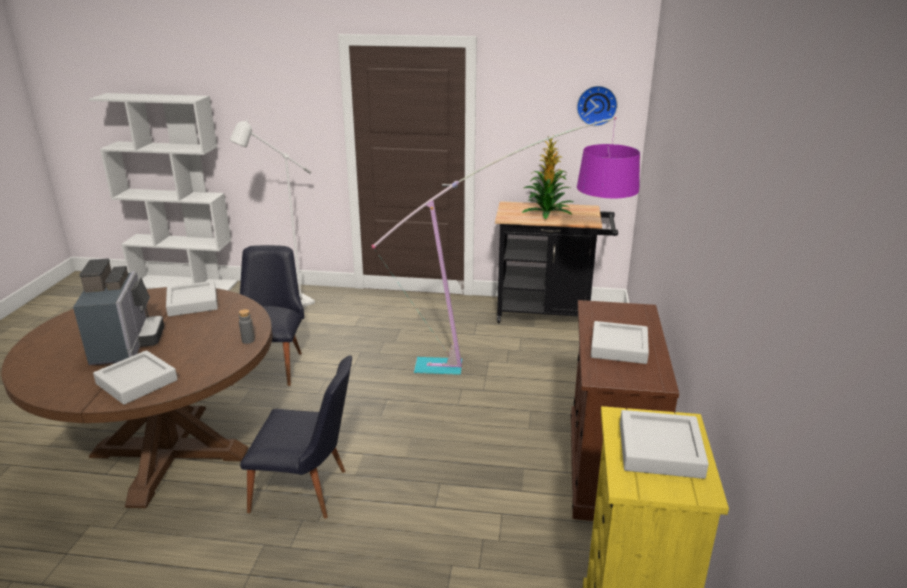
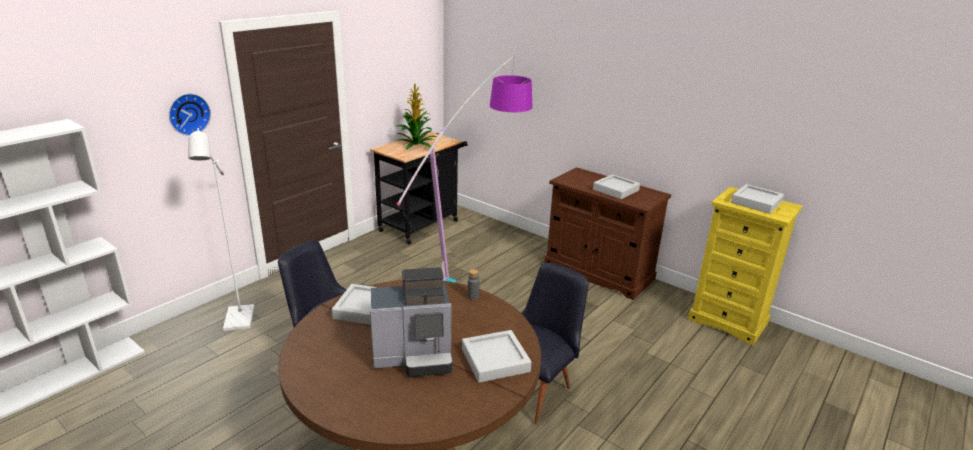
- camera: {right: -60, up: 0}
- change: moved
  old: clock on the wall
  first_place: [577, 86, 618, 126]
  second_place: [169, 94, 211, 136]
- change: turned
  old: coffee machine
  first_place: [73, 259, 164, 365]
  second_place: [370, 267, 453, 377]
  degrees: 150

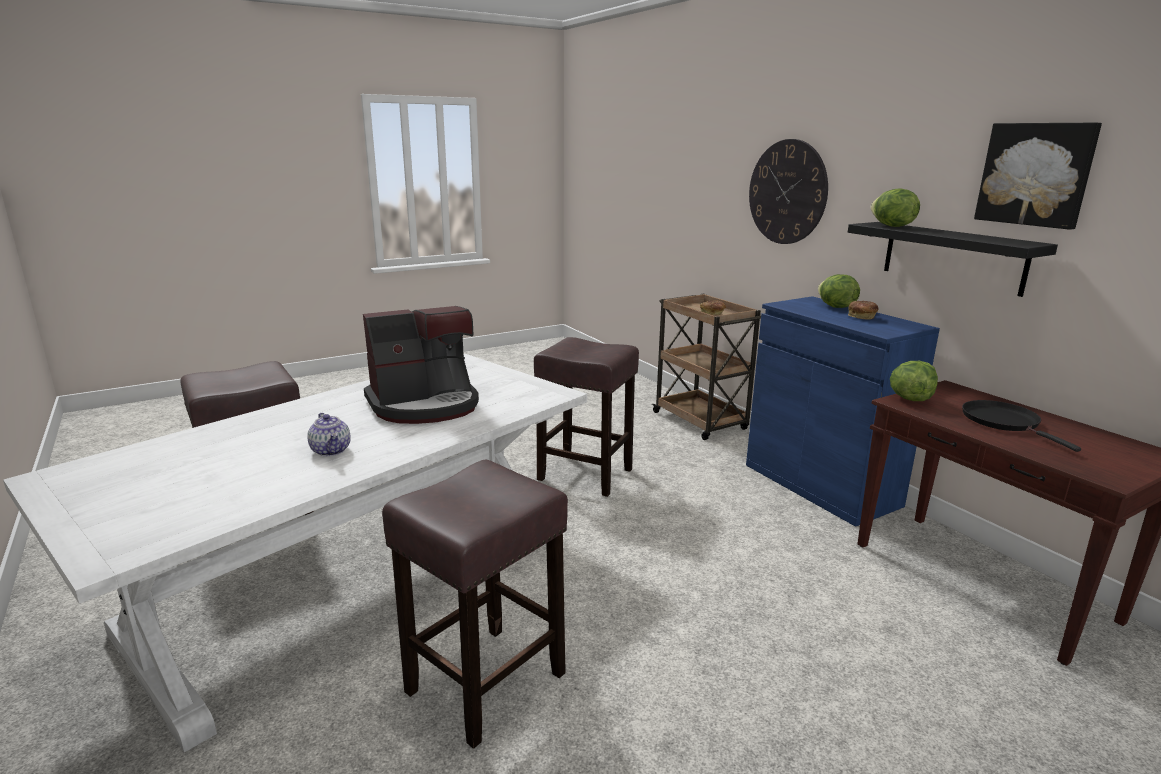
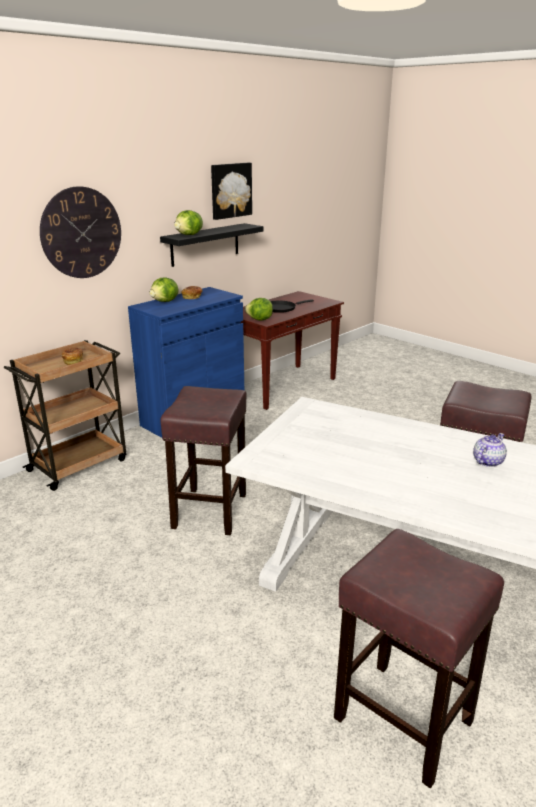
- camera: {right: -105, up: 5}
- change: removed
  old: coffee machine
  first_place: [363, 306, 479, 424]

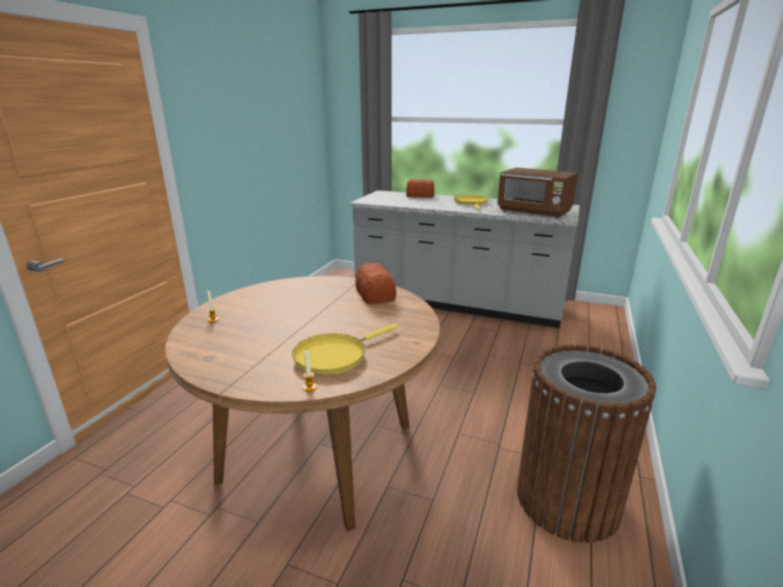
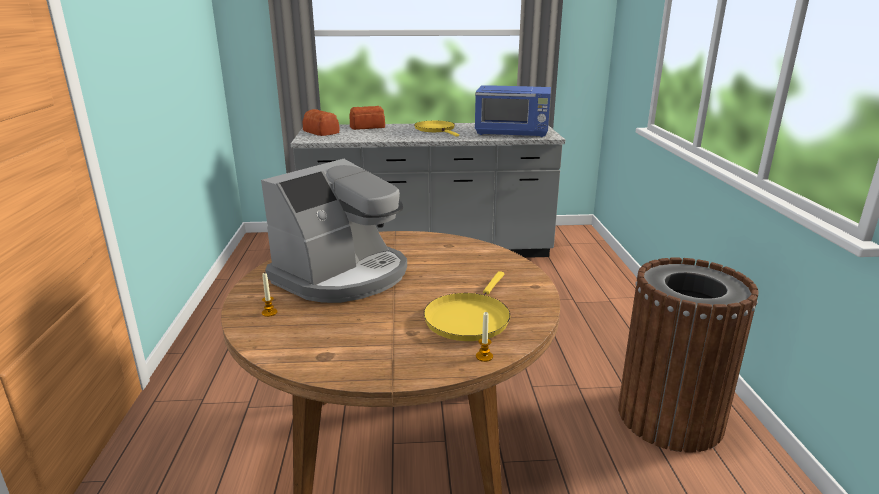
- camera: {right: -25, up: 0}
- change: added
  new: coffee machine
  second_place: [261, 159, 407, 303]
- change: moved
  old: bread
  first_place: [355, 263, 396, 304]
  second_place: [303, 109, 340, 136]
- change: recoloured
  old: brown kitchen microwave
  new: blue kitchen microwave
  first_place: [497, 168, 578, 218]
  second_place: [475, 85, 551, 137]

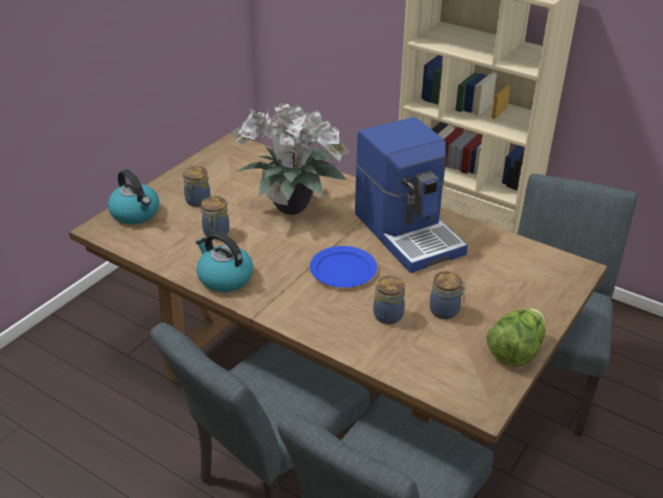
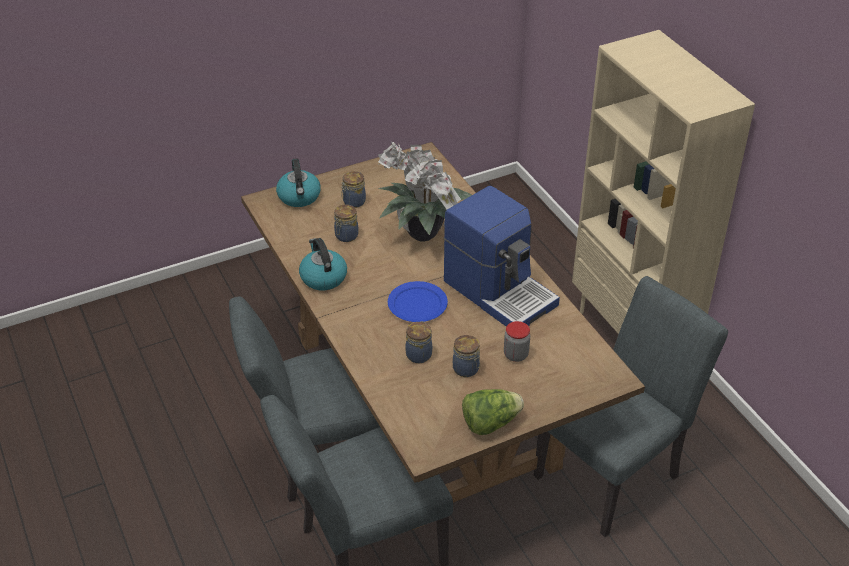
- camera: {right: 30, up: 5}
- change: added
  new: storage jar
  second_place: [504, 321, 530, 362]
- change: turned
  old: coffee machine
  first_place: [355, 117, 468, 273]
  second_place: [444, 186, 560, 327]
  degrees: -45

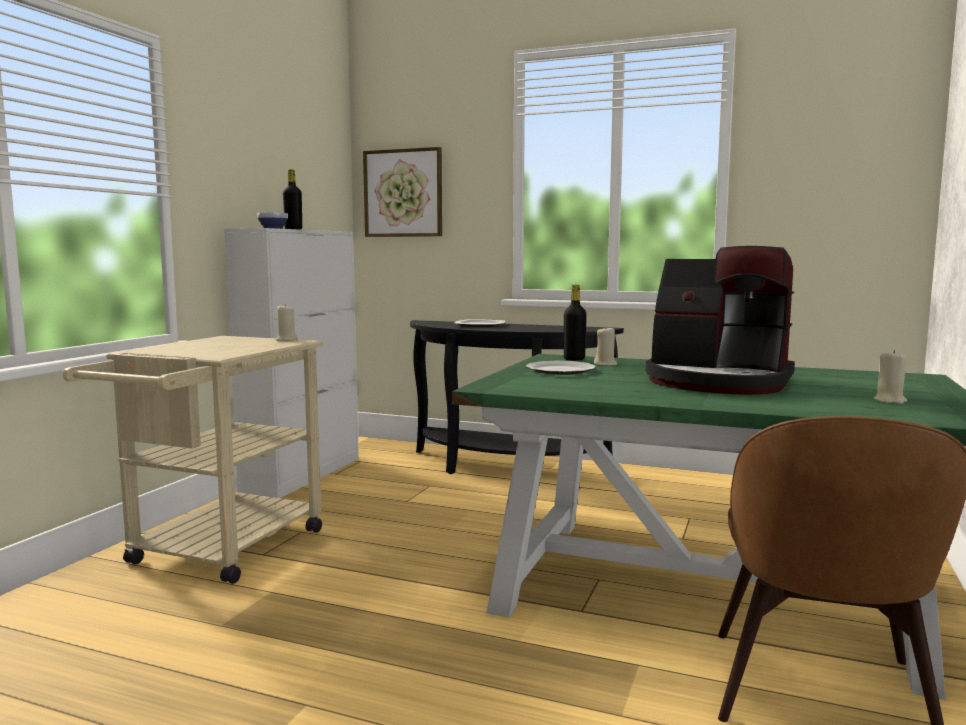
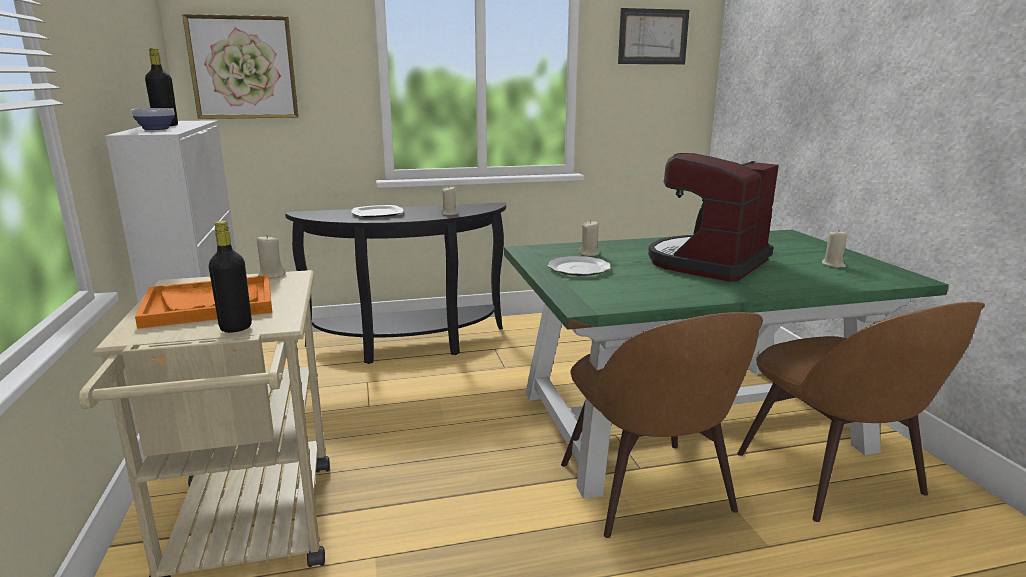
- camera: {right: -35, up: 10}
- change: added
  new: orange tray
  second_place: [135, 275, 272, 329]
- change: added
  new: beige-coloured wax candle
  second_place: [441, 187, 459, 215]
- change: added
  new: brown chair
  second_place: [561, 312, 763, 538]
- change: added
  new: wall art
  second_place: [618, 8, 689, 64]
- change: moved
  old: black-coloured drink bottle
  first_place: [564, 285, 587, 361]
  second_place: [209, 221, 252, 333]
- change: turned
  old: coffee machine
  first_place: [646, 246, 795, 395]
  second_place: [648, 153, 779, 282]
  degrees: 135

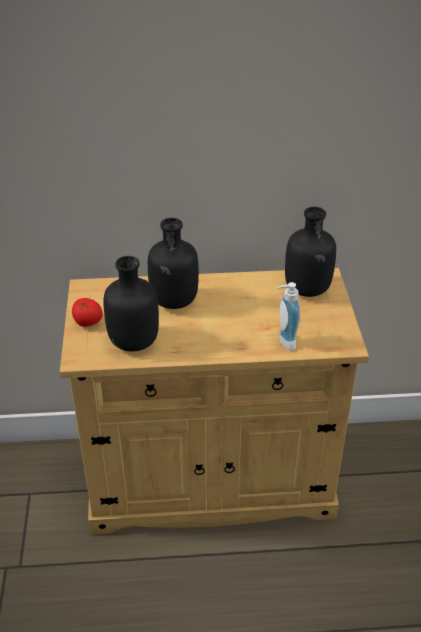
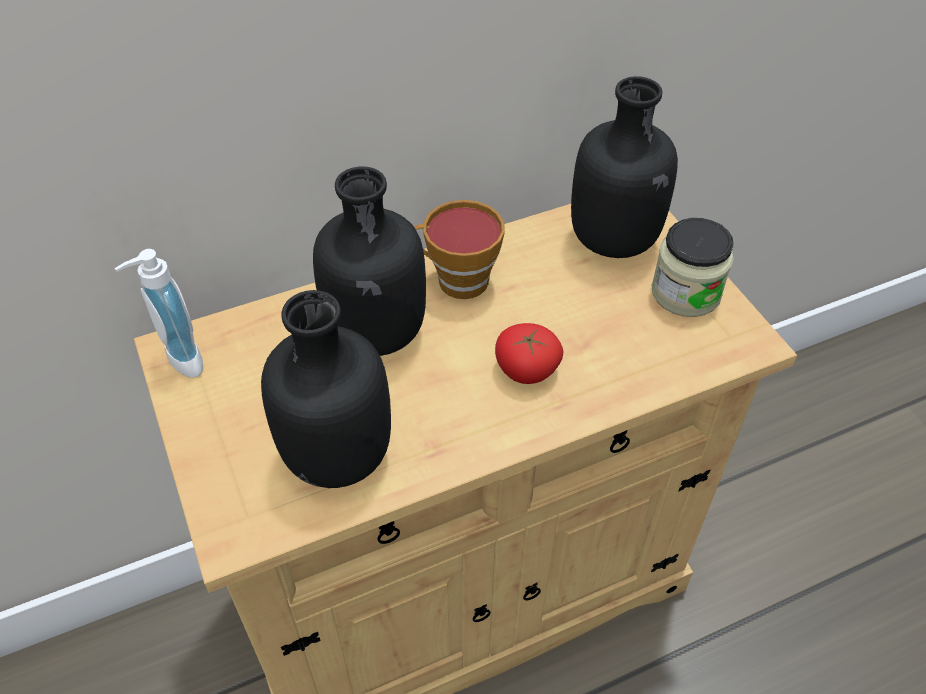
- camera: {right: -20, up: 10}
- change: added
  new: small cup
  second_place: [414, 200, 505, 299]
- change: added
  new: storage jar
  second_place: [652, 218, 734, 317]
- change: moved
  old: fresh tomato
  first_place: [72, 298, 103, 327]
  second_place: [495, 323, 563, 384]
- change: moved
  old: liquid soap bottle
  first_place: [277, 282, 300, 351]
  second_place: [115, 249, 204, 378]

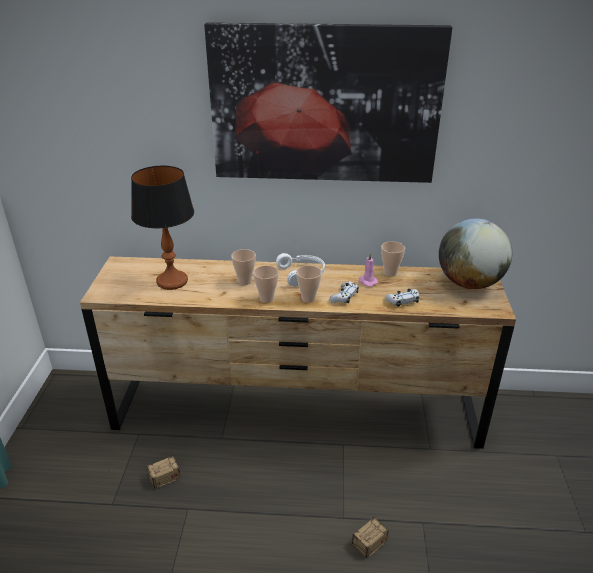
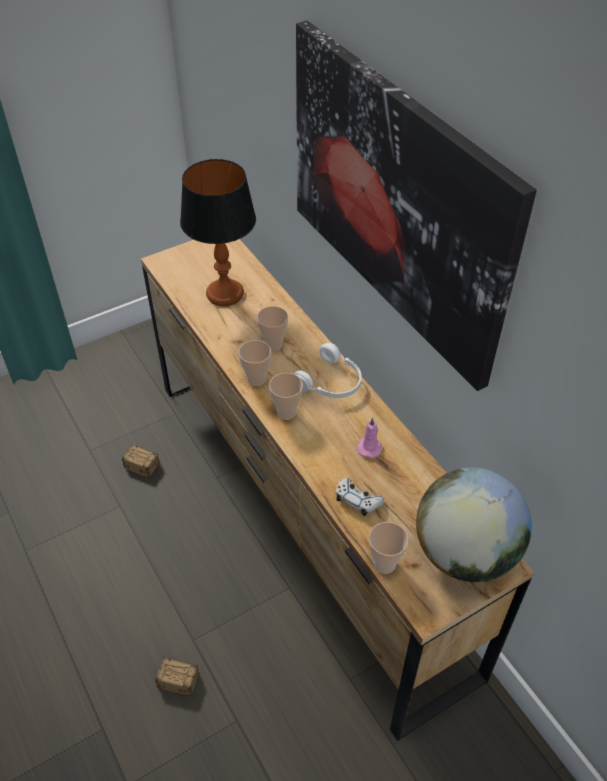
- camera: {right: 55, up: 15}
- change: removed
  old: white game controller
  first_place: [329, 281, 359, 303]
- change: moved
  old: small cup
  first_place: [381, 241, 405, 277]
  second_place: [369, 522, 408, 574]

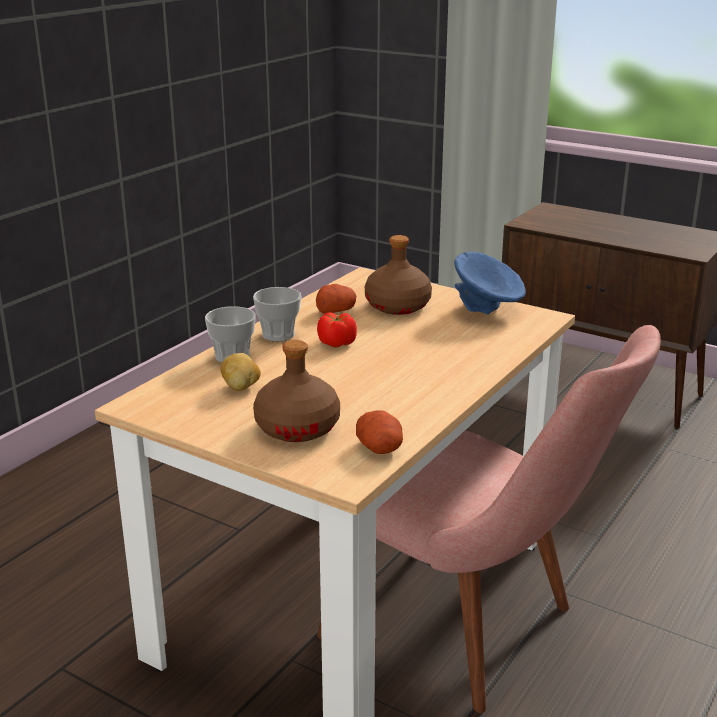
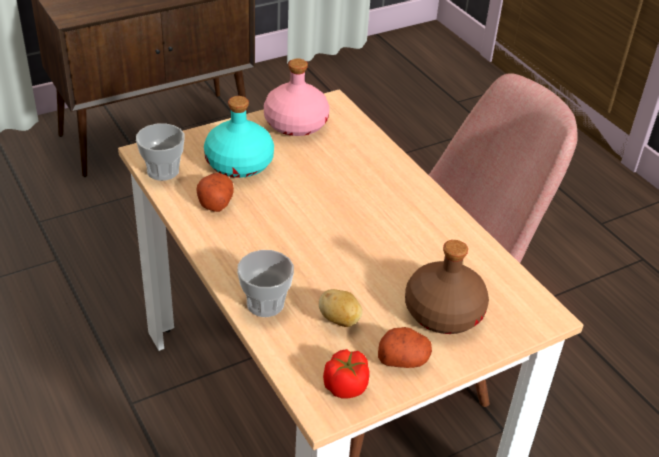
- camera: {right: -65, up: 15}
- change: moved
  old: small cup
  first_place: [253, 287, 301, 342]
  second_place: [136, 123, 184, 181]
- change: moved
  old: fresh tomato
  first_place: [317, 312, 357, 347]
  second_place: [323, 349, 370, 399]
- change: moved
  old: whole potato
  first_place: [356, 410, 403, 454]
  second_place: [378, 327, 432, 368]
- change: replaced
  old: blue serving bowl
  new: pink-coloured drink bottle
  first_place: [454, 252, 526, 314]
  second_place: [264, 58, 329, 136]
- change: recoloured
  old: brown drink bottle
  new: turquoise-coloured drink bottle
  first_place: [365, 235, 432, 315]
  second_place: [204, 96, 274, 178]

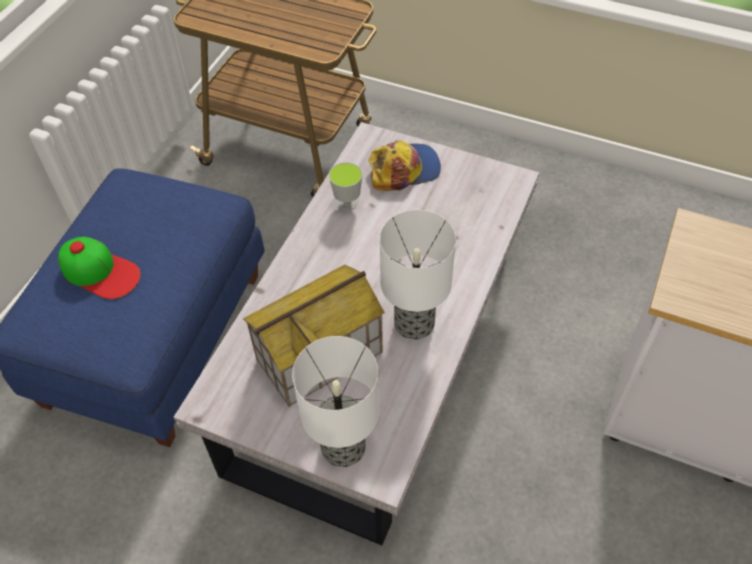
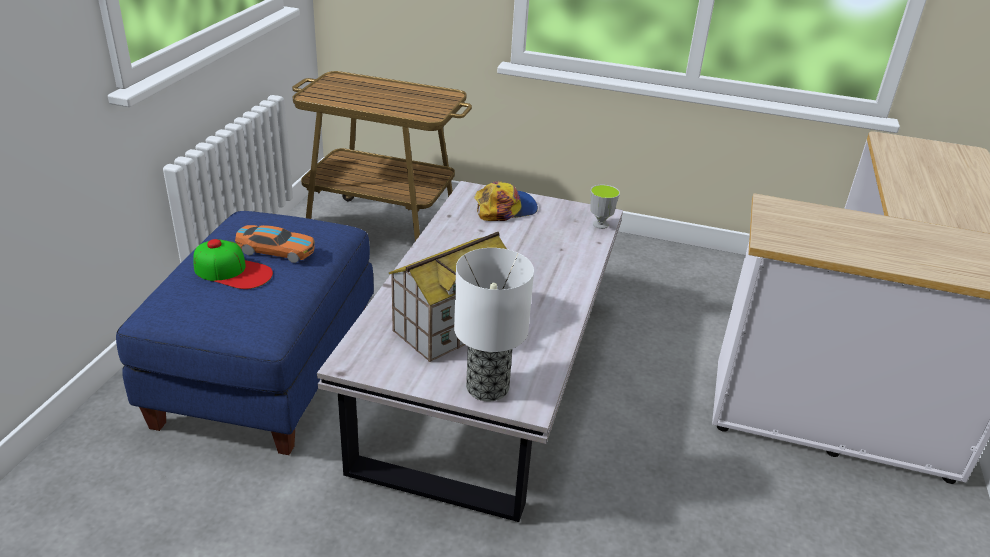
- camera: {right: -10, up: -20}
- change: removed
  old: lamp for a table
  first_place: [380, 210, 456, 340]
- change: added
  new: model car
  second_place: [235, 225, 315, 263]
- change: moved
  old: small cup
  first_place: [329, 162, 362, 211]
  second_place: [591, 185, 620, 229]

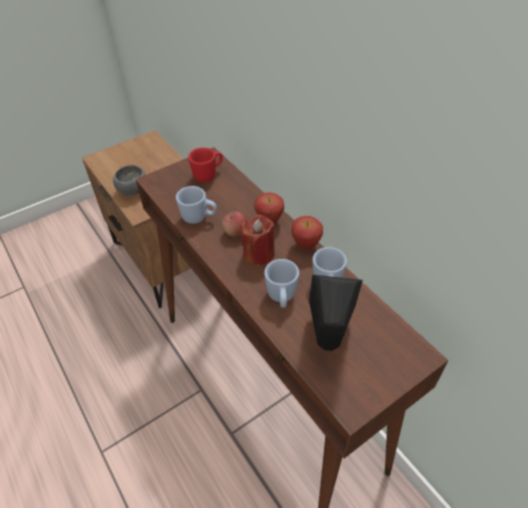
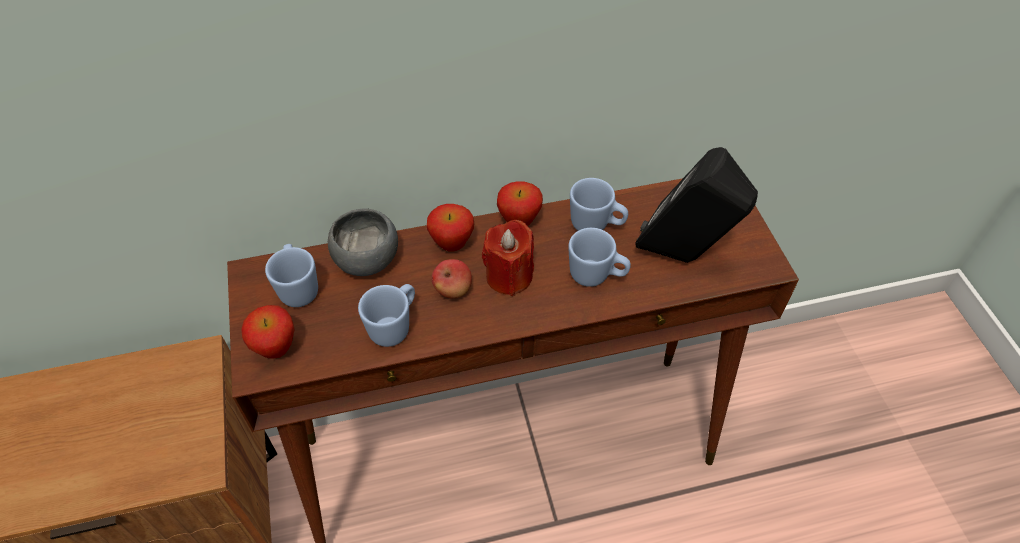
- camera: {right: -70, up: 5}
- change: added
  new: apple fruit
  second_place: [241, 305, 295, 359]
- change: moved
  old: greyish serving bowl
  first_place: [113, 165, 146, 195]
  second_place: [328, 208, 398, 276]
- change: recoloured
  old: reddish tea mug
  new: blue tea mug
  first_place: [188, 147, 223, 182]
  second_place: [265, 244, 318, 307]

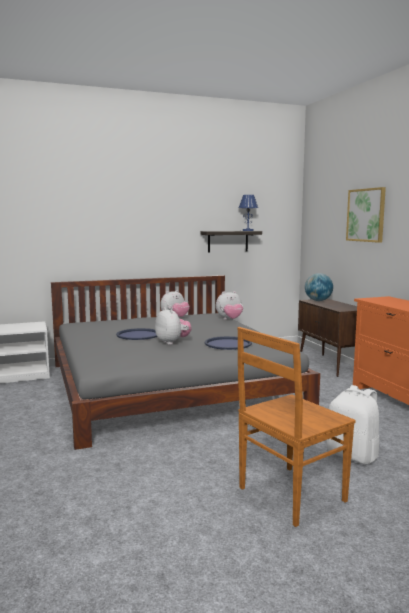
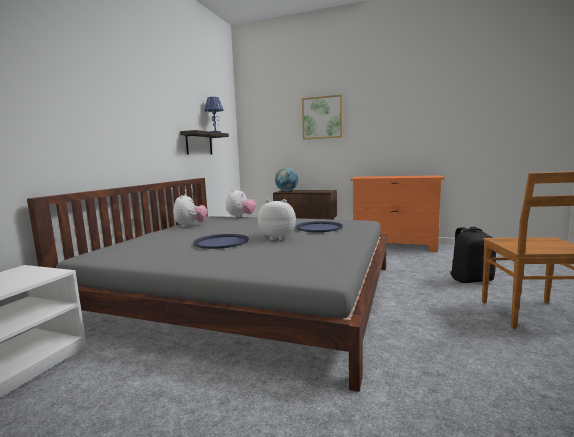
- camera: {right: -50, up: 0}
- change: recoloured
  old: white knapsack
  new: black-coloured knapsack
  first_place: [327, 385, 379, 465]
  second_place: [451, 227, 496, 283]

